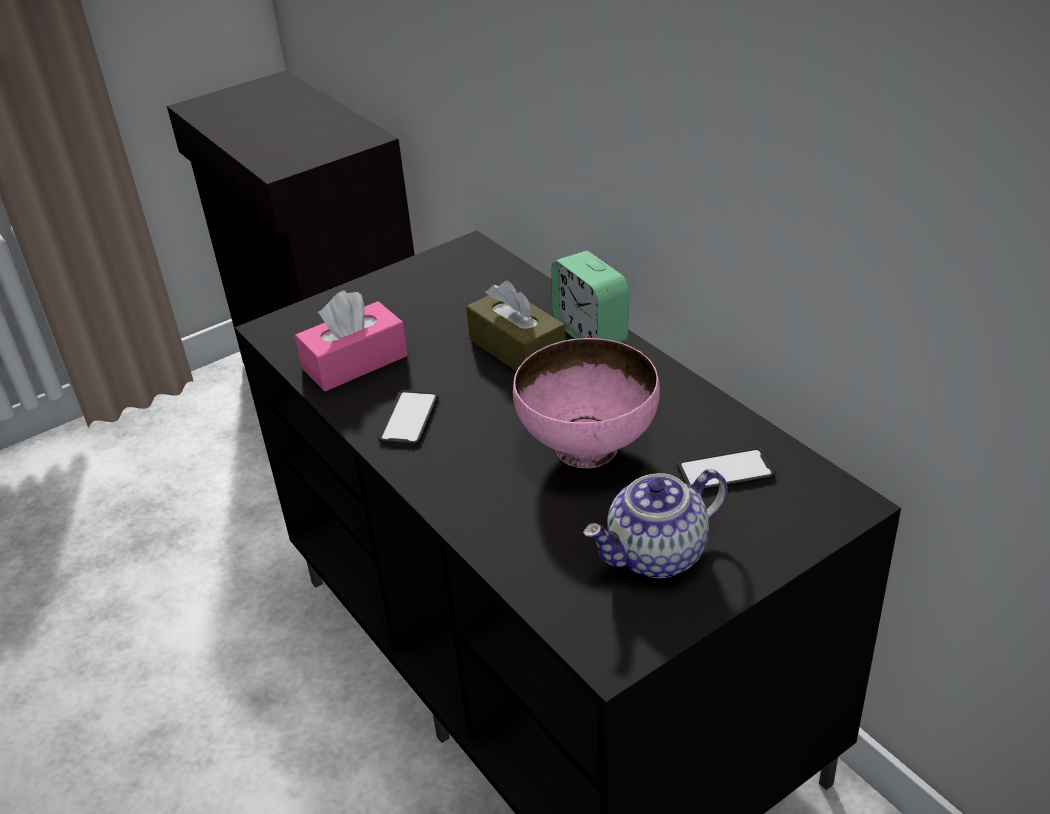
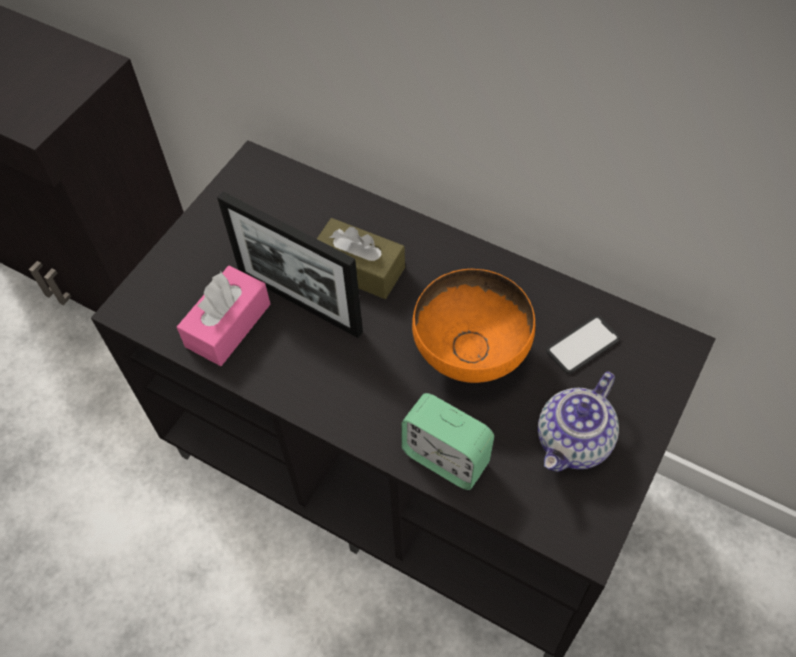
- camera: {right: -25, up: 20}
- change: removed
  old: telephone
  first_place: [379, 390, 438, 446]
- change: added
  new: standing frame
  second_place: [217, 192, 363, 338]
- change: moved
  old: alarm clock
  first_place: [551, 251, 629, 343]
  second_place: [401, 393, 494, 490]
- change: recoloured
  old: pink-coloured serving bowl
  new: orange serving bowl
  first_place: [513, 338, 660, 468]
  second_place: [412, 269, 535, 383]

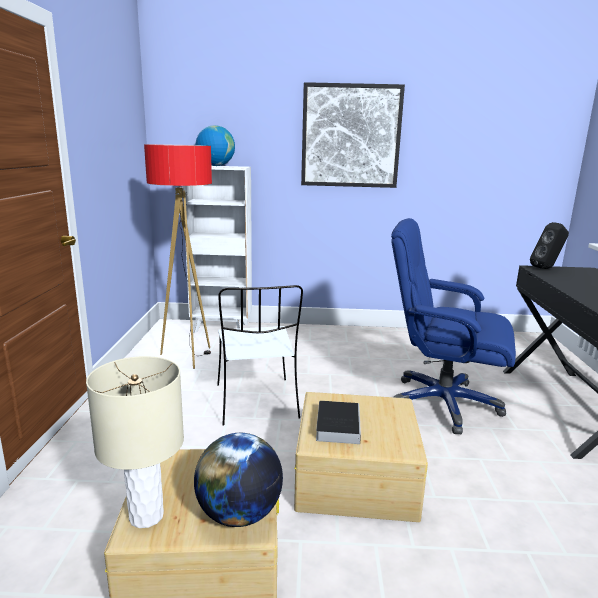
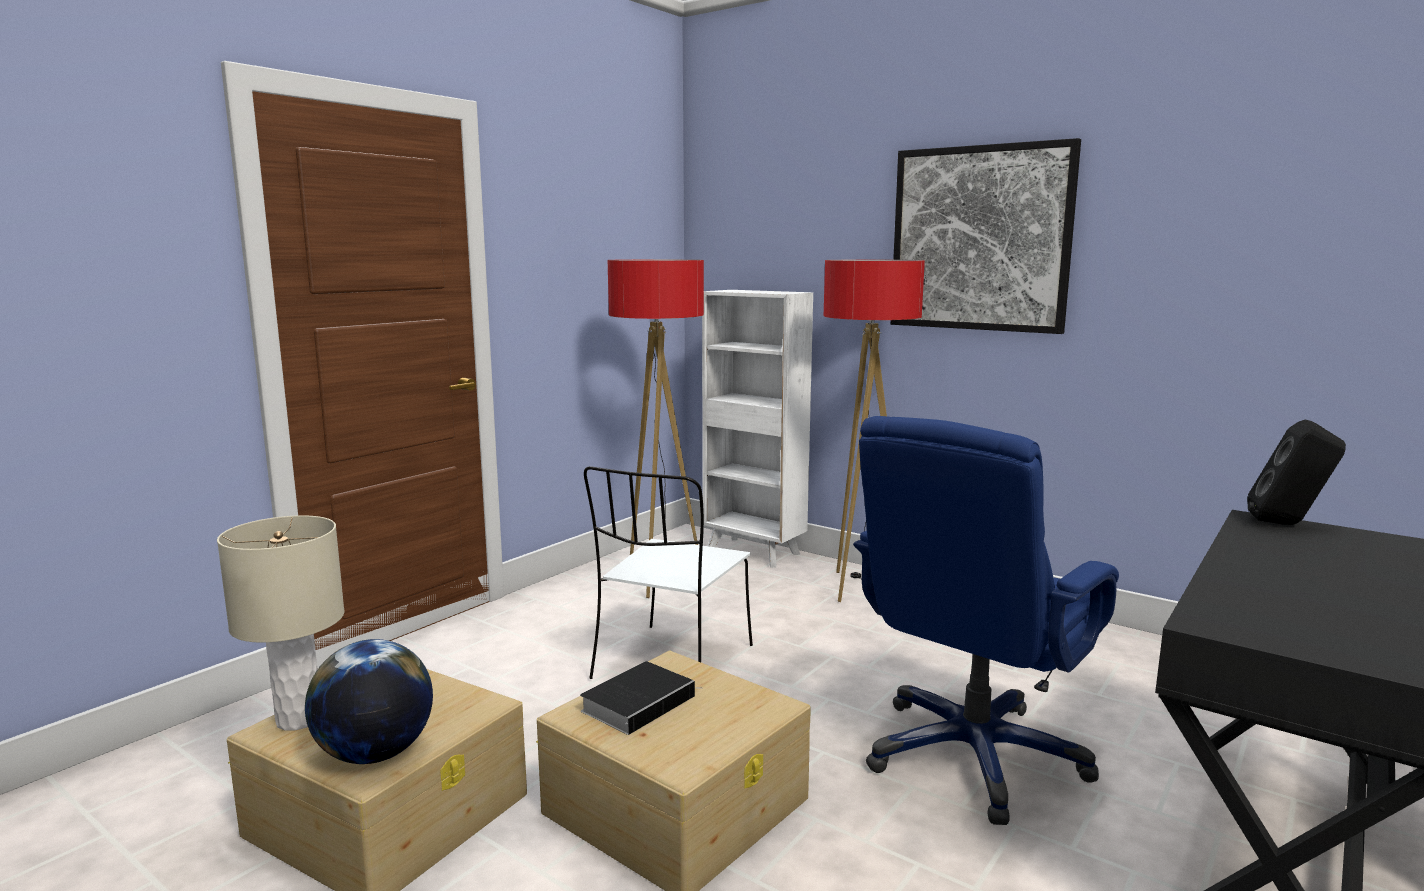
- camera: {right: 35, up: -5}
- change: removed
  old: world globe
  first_place: [195, 125, 235, 166]
- change: added
  new: standard lamp
  second_place: [824, 260, 925, 602]
- change: turned
  old: blue desk chair
  first_place: [391, 218, 516, 434]
  second_place: [853, 416, 1119, 825]
  degrees: -105

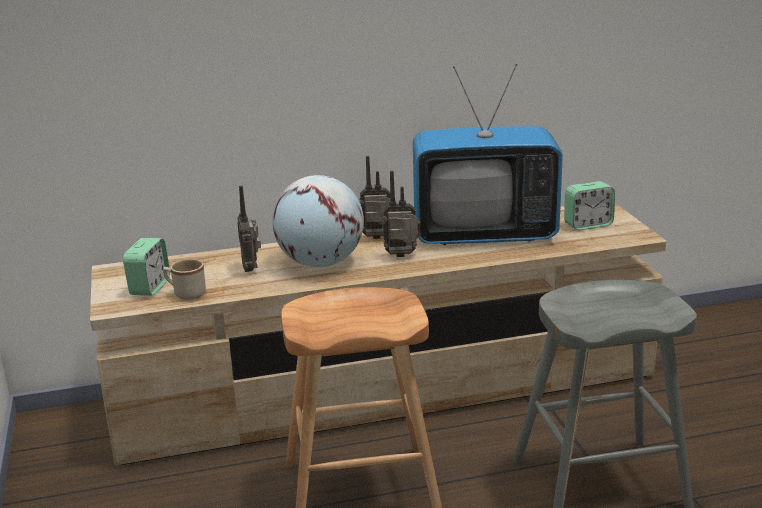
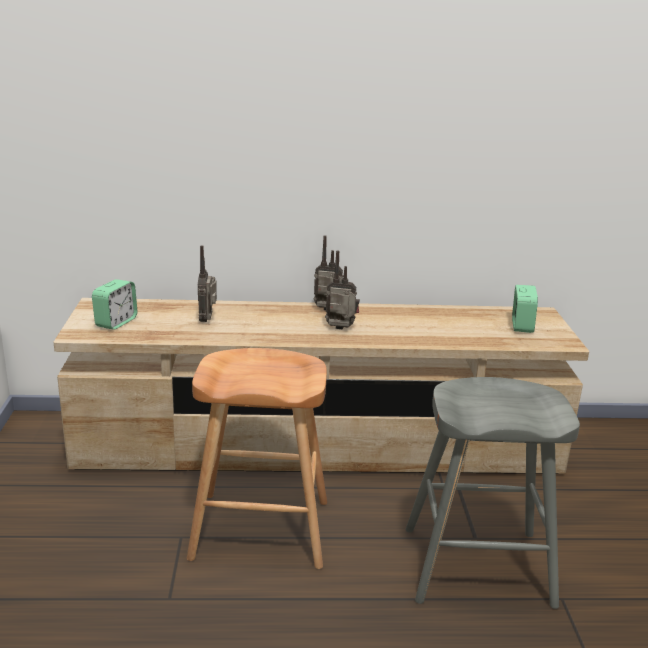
- camera: {right: 10, up: 0}
- change: removed
  old: beige-coloured tea mug
  first_place: [163, 259, 206, 300]
- change: removed
  old: world globe
  first_place: [272, 175, 364, 267]
- change: removed
  old: TV
  first_place: [413, 64, 563, 245]
- change: turned
  old: alarm clock
  first_place: [564, 181, 615, 230]
  second_place: [512, 285, 538, 333]
  degrees: -75

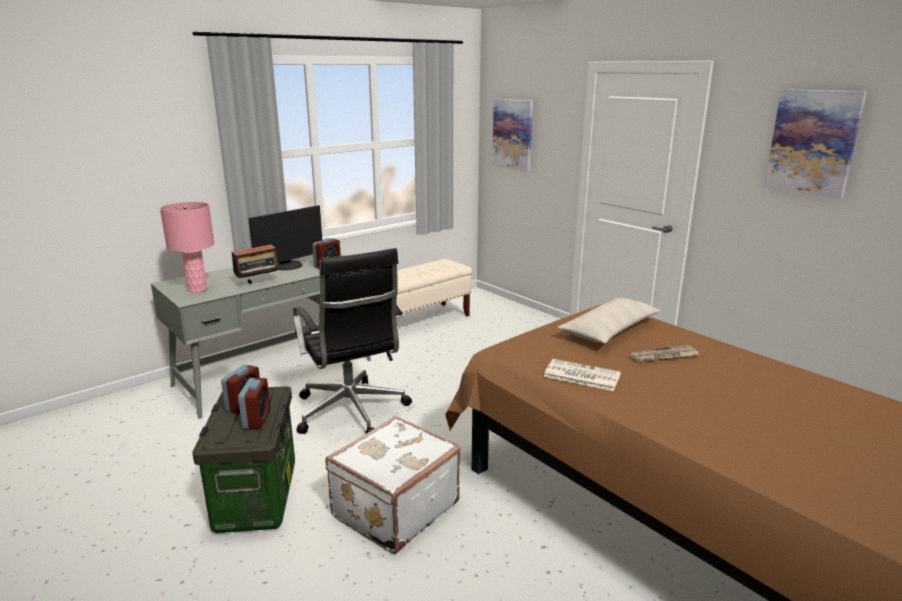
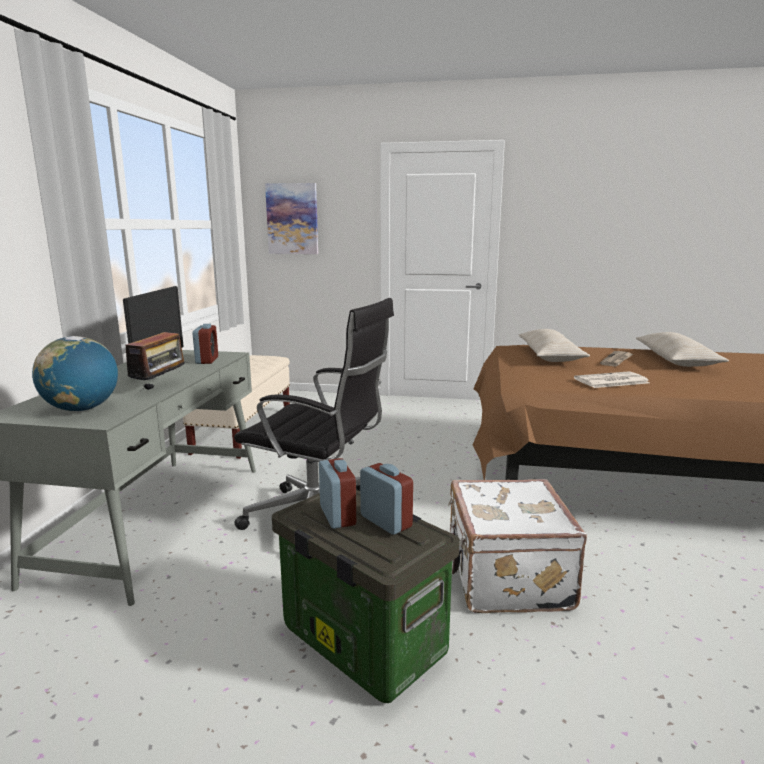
- camera: {right: -40, up: -5}
- change: removed
  old: wall art
  first_place: [764, 89, 867, 198]
- change: added
  new: beige-coloured cushion
  second_place: [636, 332, 729, 367]
- change: replaced
  old: pink-coloured lamp for a table
  new: world globe
  first_place: [160, 202, 214, 293]
  second_place: [32, 336, 118, 412]

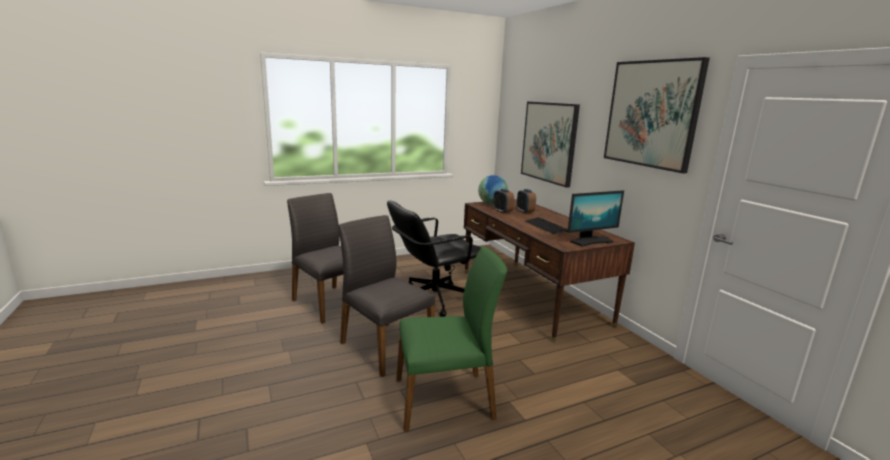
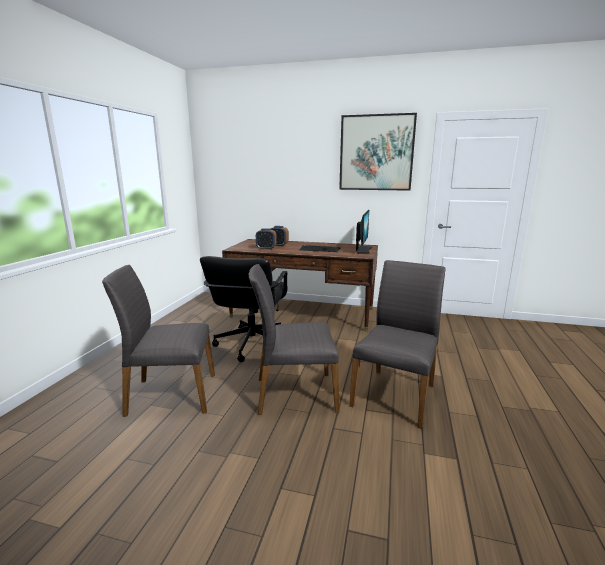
- camera: {right: -50, up: 0}
- change: removed
  old: world globe
  first_place: [478, 175, 508, 205]
- change: removed
  old: wall art
  first_place: [521, 102, 580, 188]
- change: recoloured
  old: greenish chair
  new: greyish chair
  first_place: [397, 247, 507, 432]
  second_place: [349, 260, 445, 429]

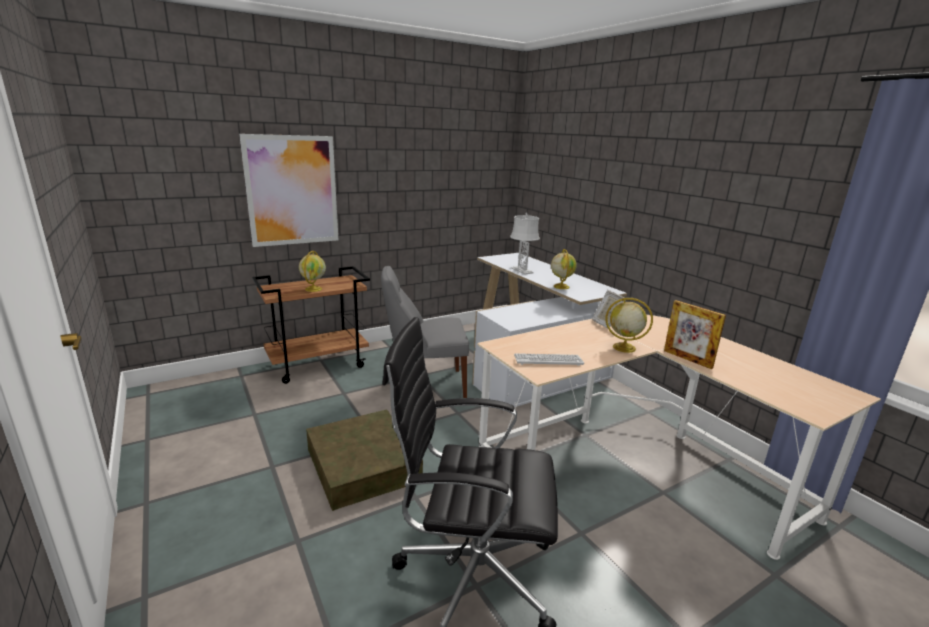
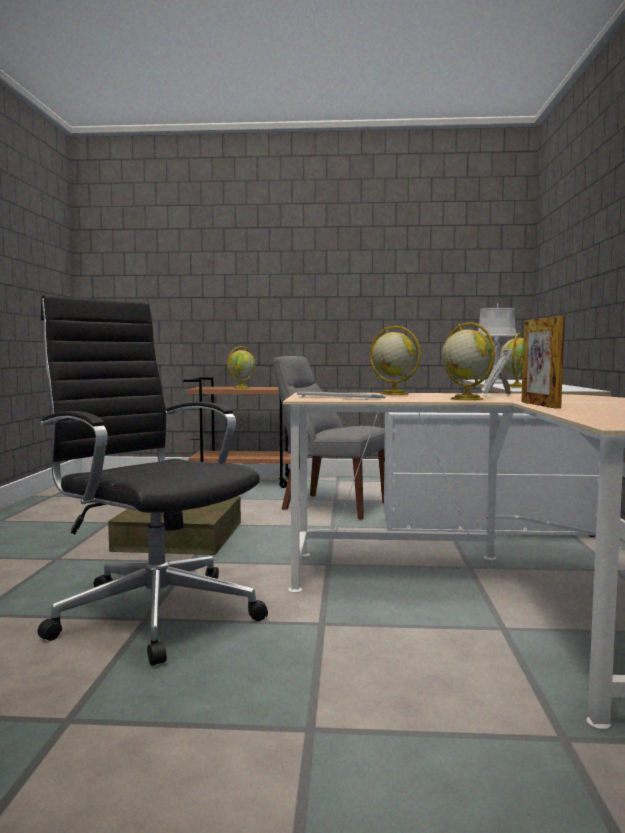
- camera: {right: 35, up: -15}
- change: removed
  old: wall art
  first_place: [239, 134, 338, 247]
- change: added
  new: world globe
  second_place: [370, 326, 421, 395]

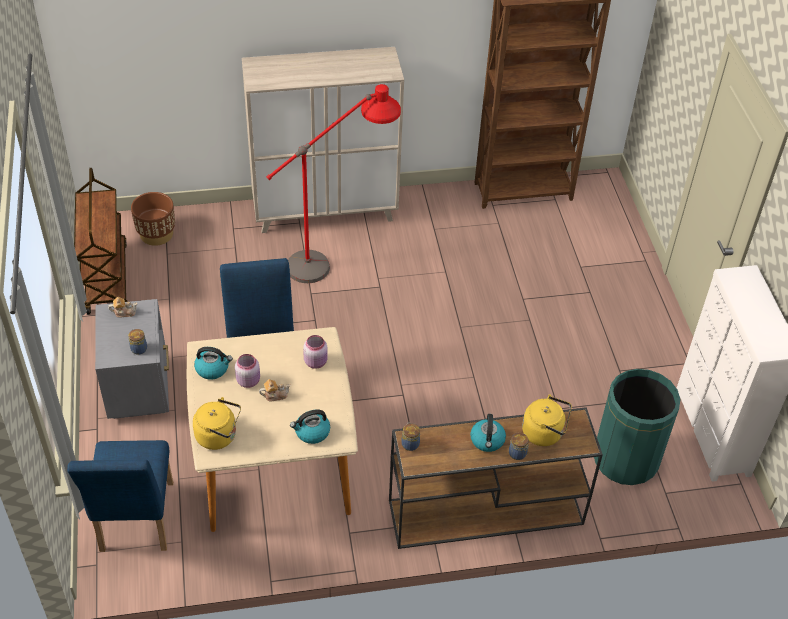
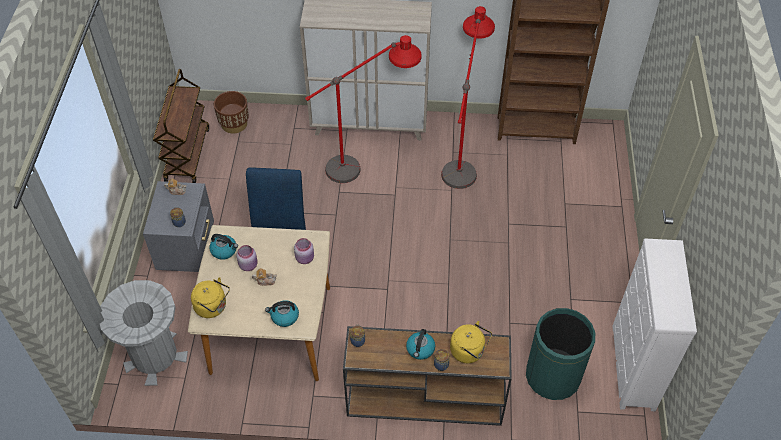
- camera: {right: 15, up: 5}
- change: added
  new: reddish standard lamp
  second_place: [441, 6, 495, 189]
- change: replaced
  old: blue chair
  new: greyish waste bin
  first_place: [67, 440, 173, 552]
  second_place: [100, 280, 188, 386]

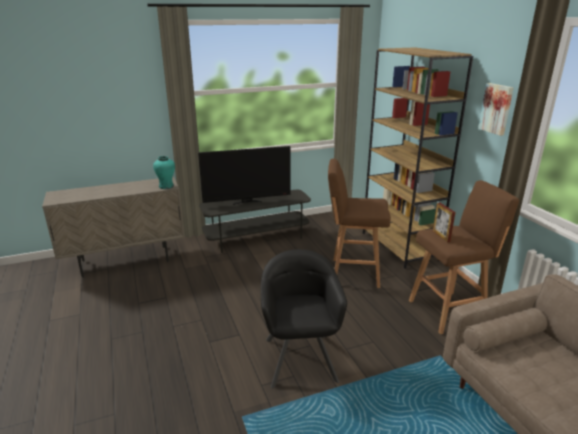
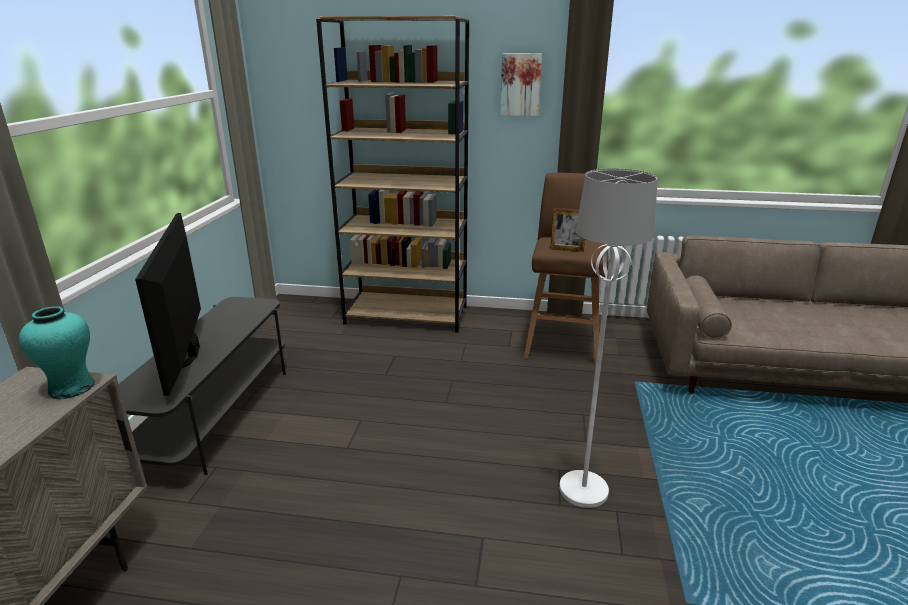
- camera: {right: -60, up: 0}
- change: removed
  old: brown sitting stool
  first_place: [328, 159, 391, 288]
- change: replaced
  old: black-coloured easy chair
  new: white standard lamp
  first_place: [261, 249, 347, 389]
  second_place: [559, 168, 658, 508]
- change: turned
  old: TV
  first_place: [198, 146, 290, 205]
  second_place: [135, 213, 201, 396]
  degrees: 150

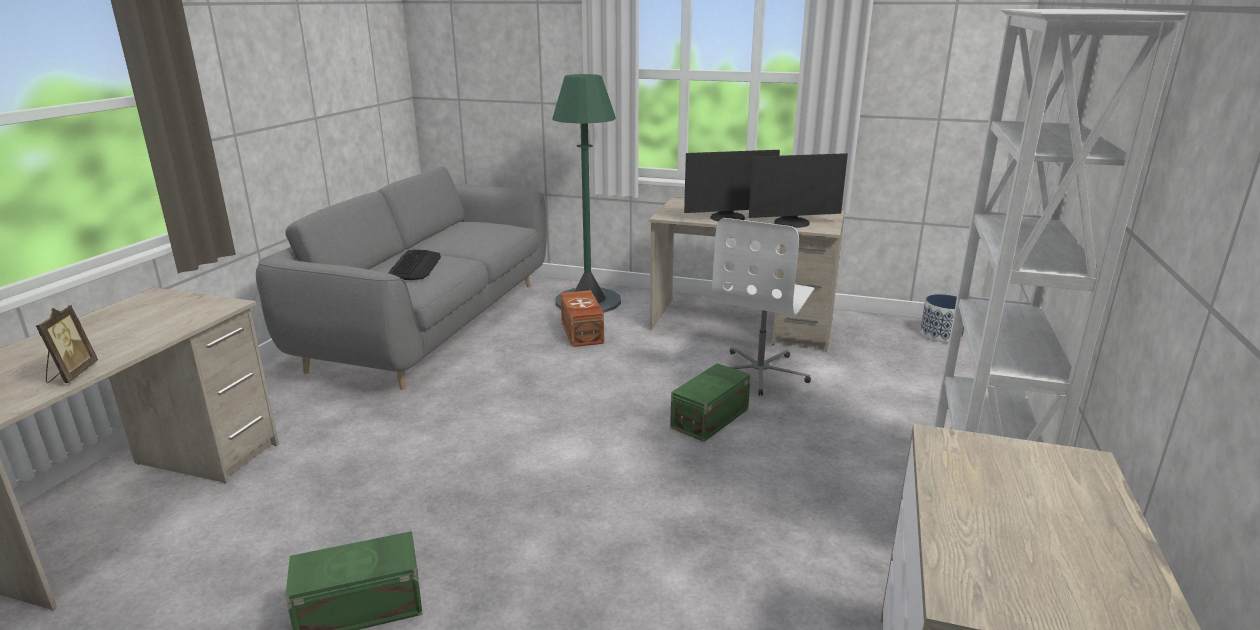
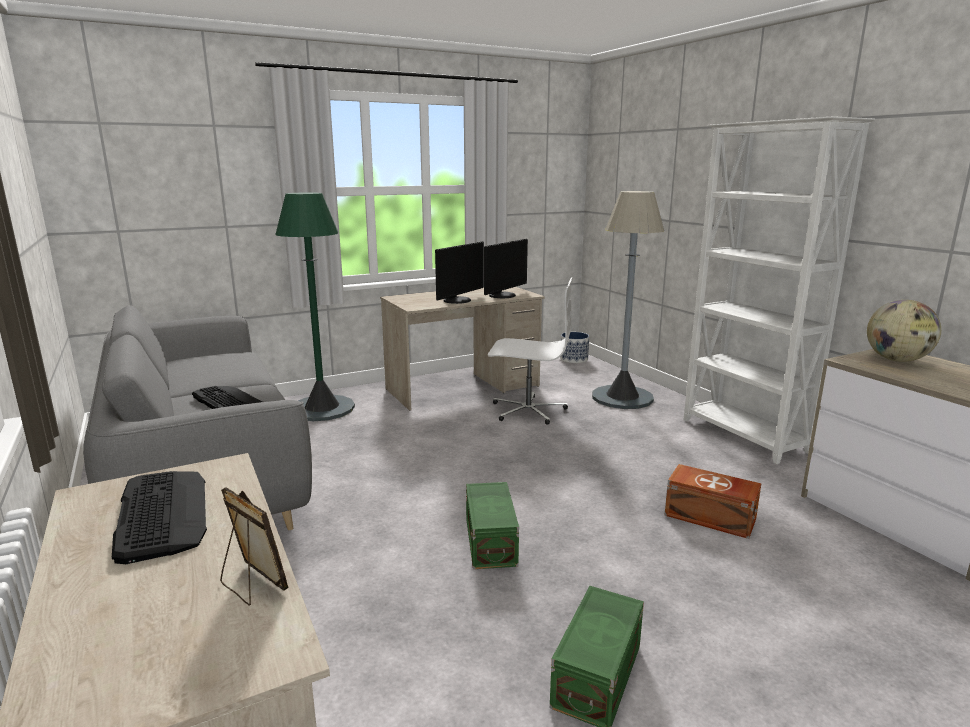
- camera: {right: -45, up: -5}
- change: added
  new: PC keyboard
  second_place: [112, 471, 207, 564]
- change: added
  new: greyish standard lamp
  second_place: [592, 191, 664, 409]
- change: added
  new: world globe
  second_place: [867, 300, 941, 362]
- change: moved
  old: brown storage bin
  first_place: [561, 290, 604, 347]
  second_place: [665, 464, 762, 539]
- change: moved
  old: greenish storage bin
  first_place: [670, 363, 751, 442]
  second_place: [466, 482, 519, 569]
- change: turned
  old: white desk chair
  first_place: [712, 218, 815, 396]
  second_place: [488, 278, 572, 425]
  degrees: -60

